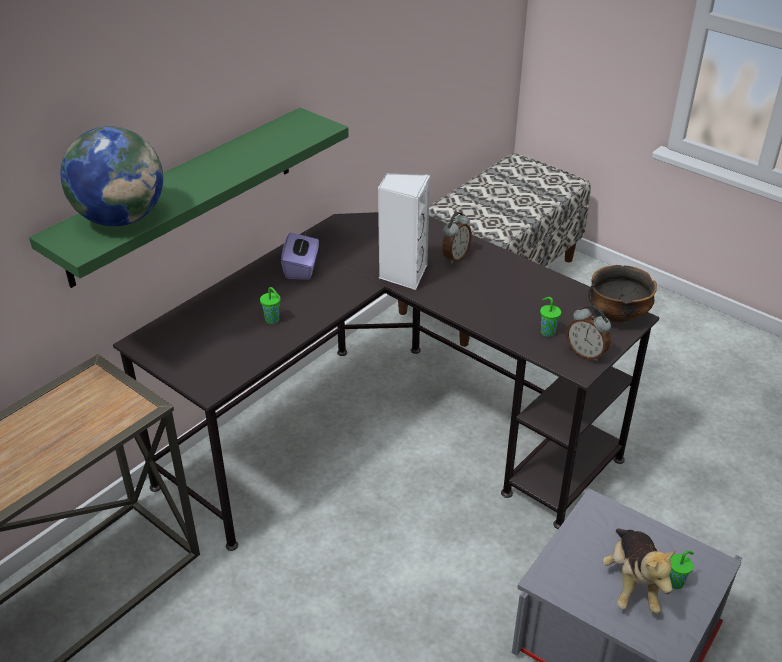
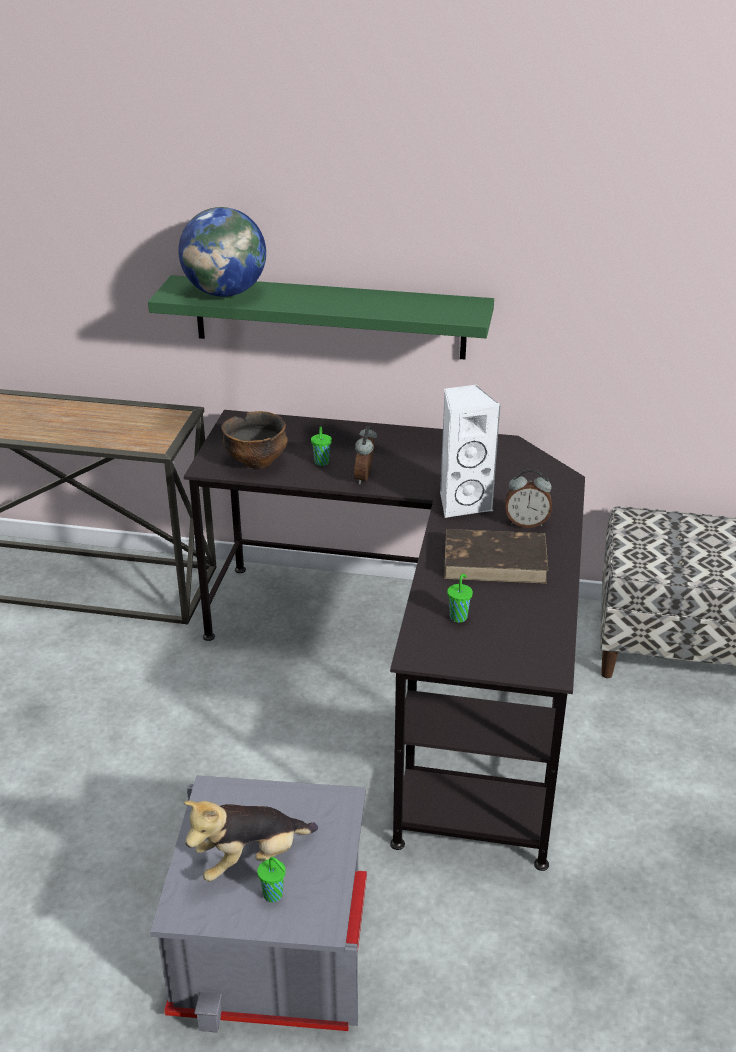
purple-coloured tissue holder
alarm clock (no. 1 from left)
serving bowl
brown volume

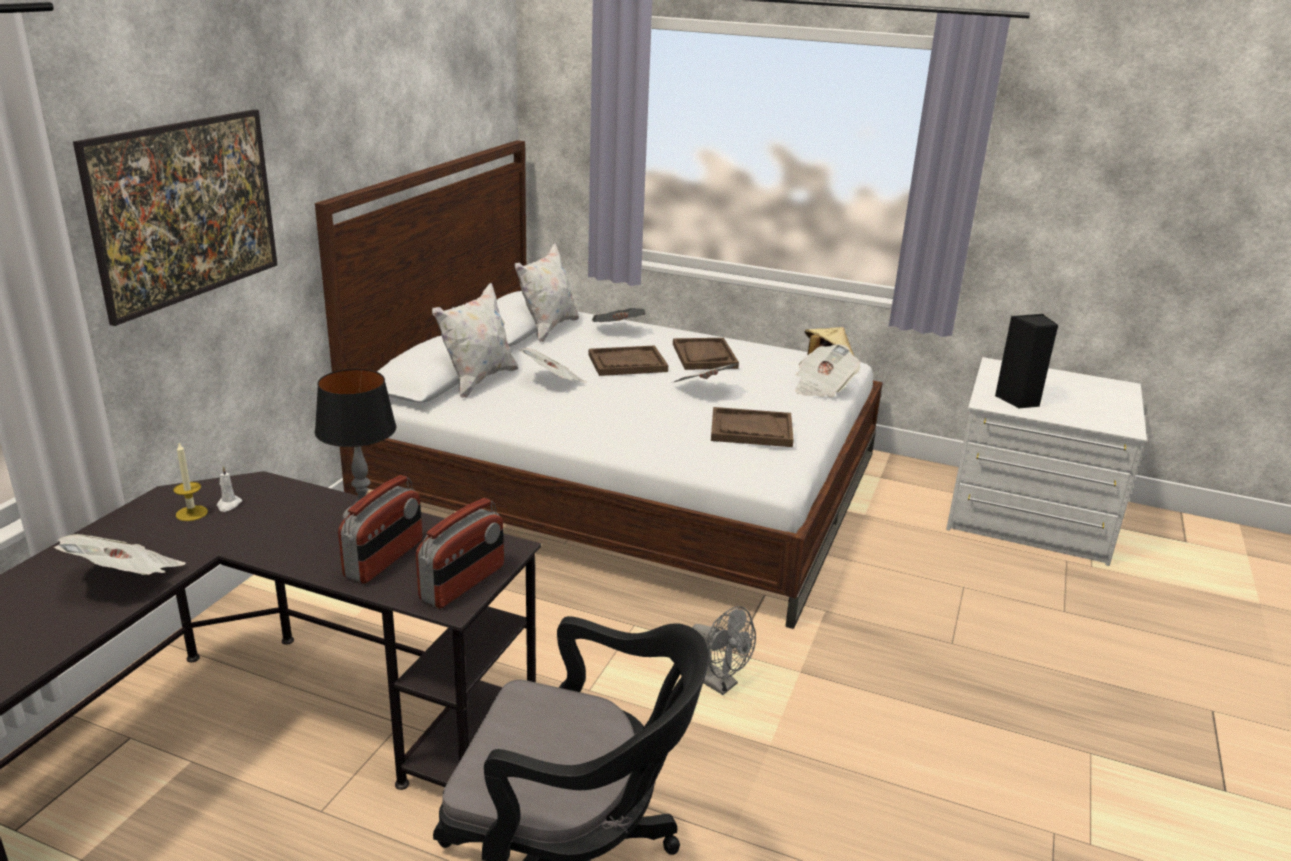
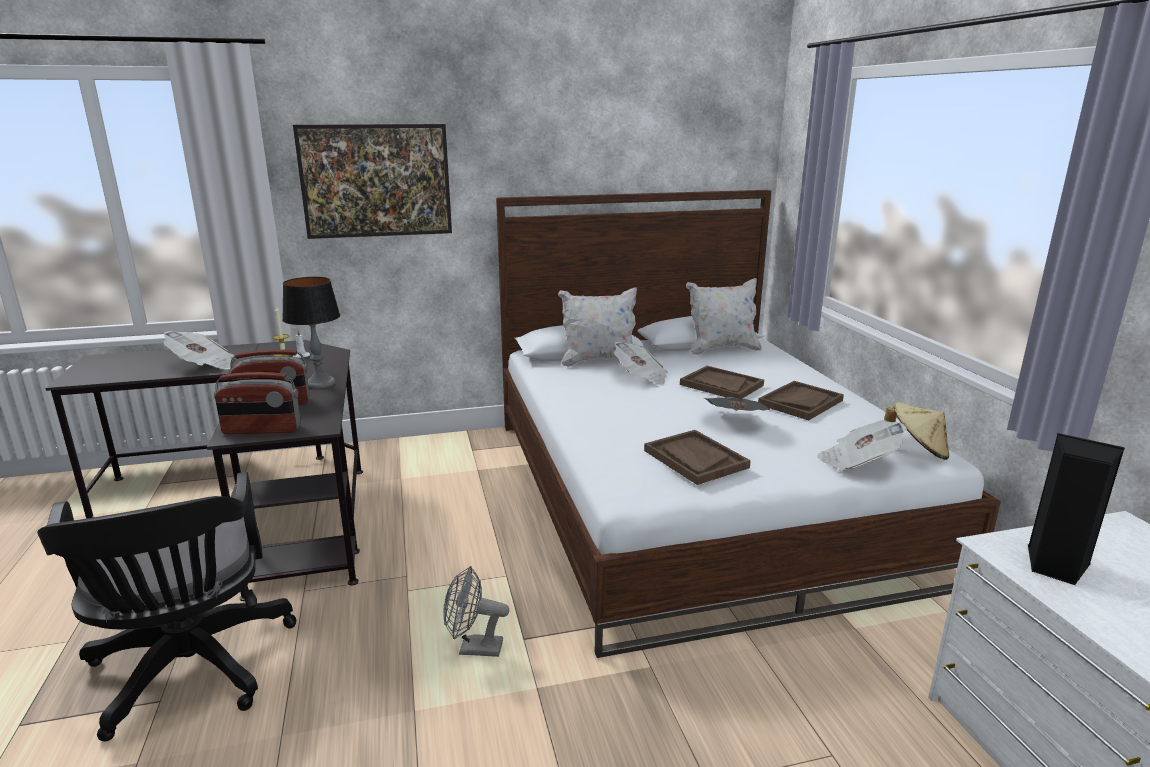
daily paper (no. 3 from left in the first image)
grey cooling fan

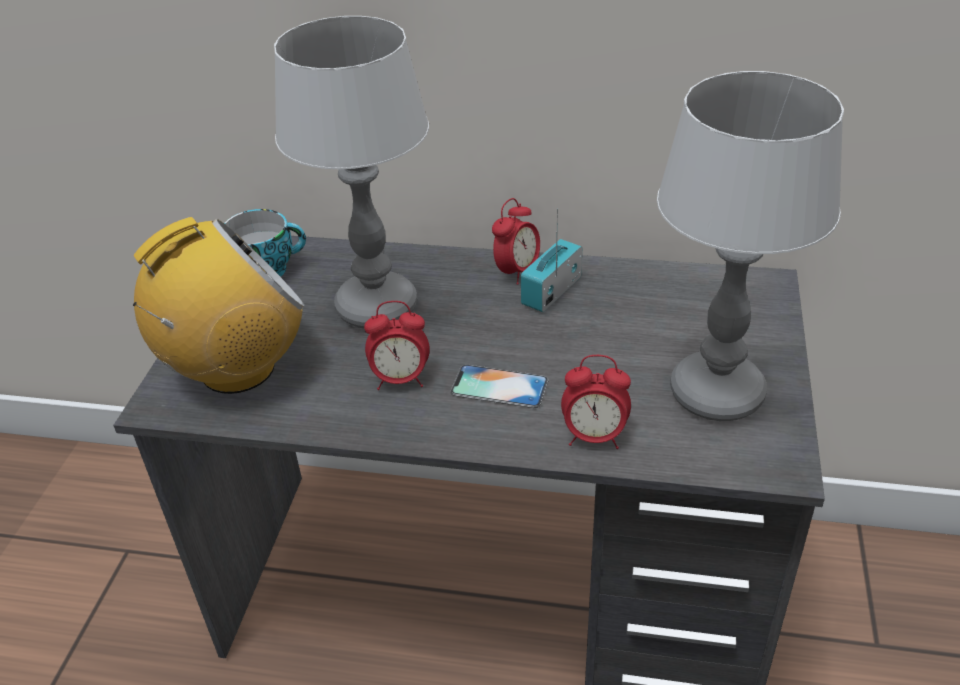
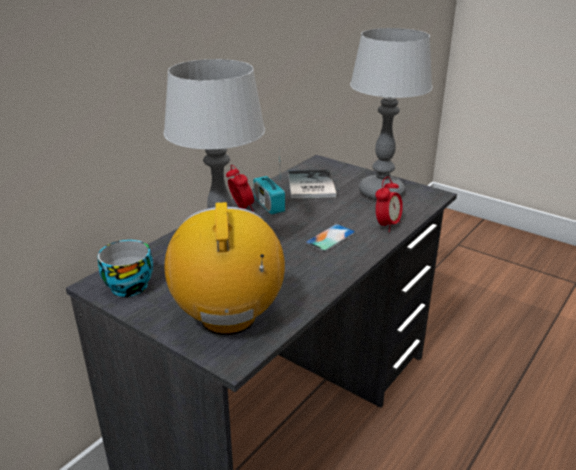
alarm clock (no. 1 from left in the first image)
volume

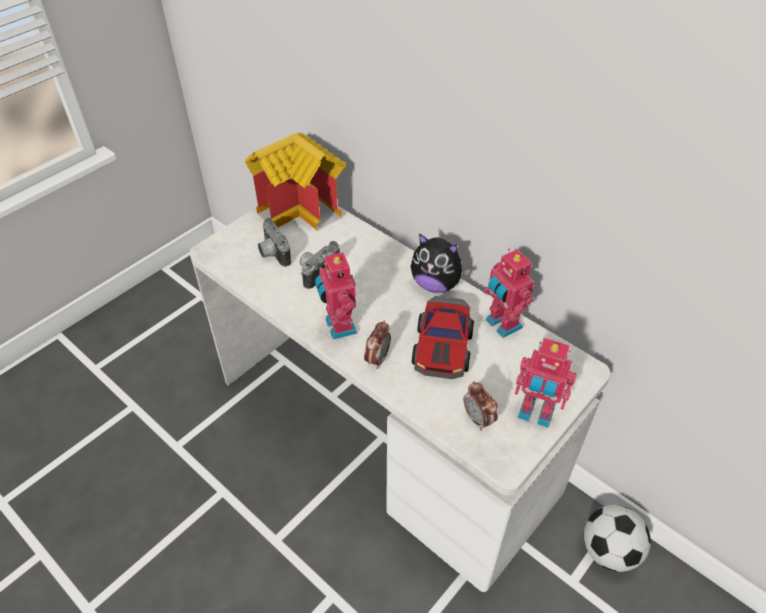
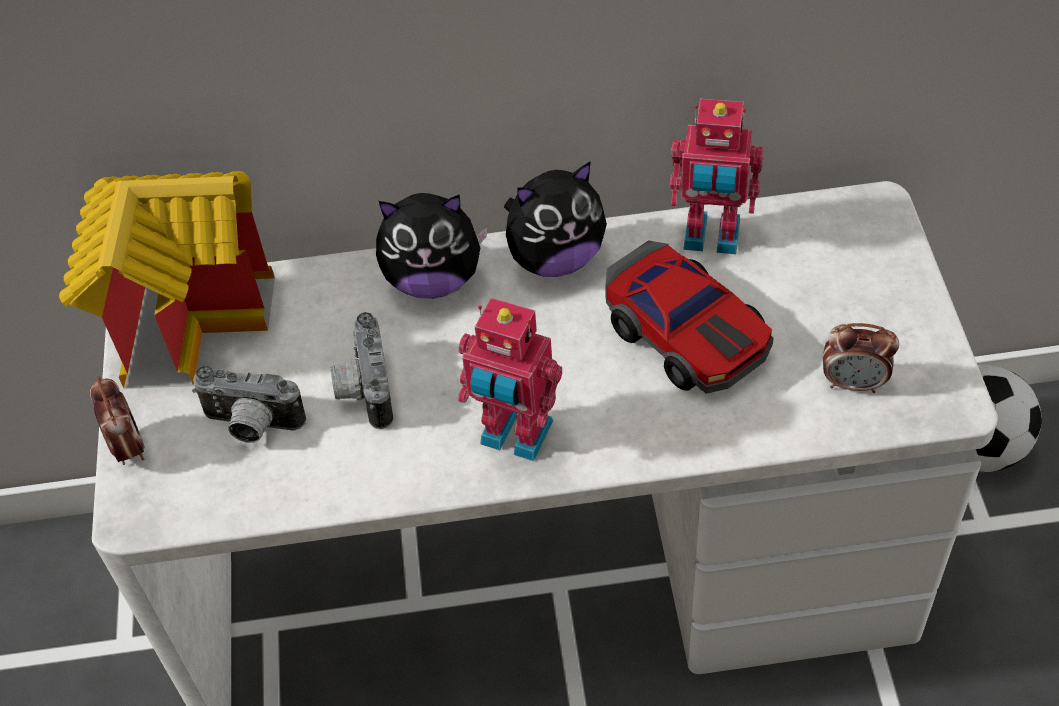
alarm clock (no. 1 from left)
model robot (no. 3 from left in the first image)
plush toy (no. 1 from left)

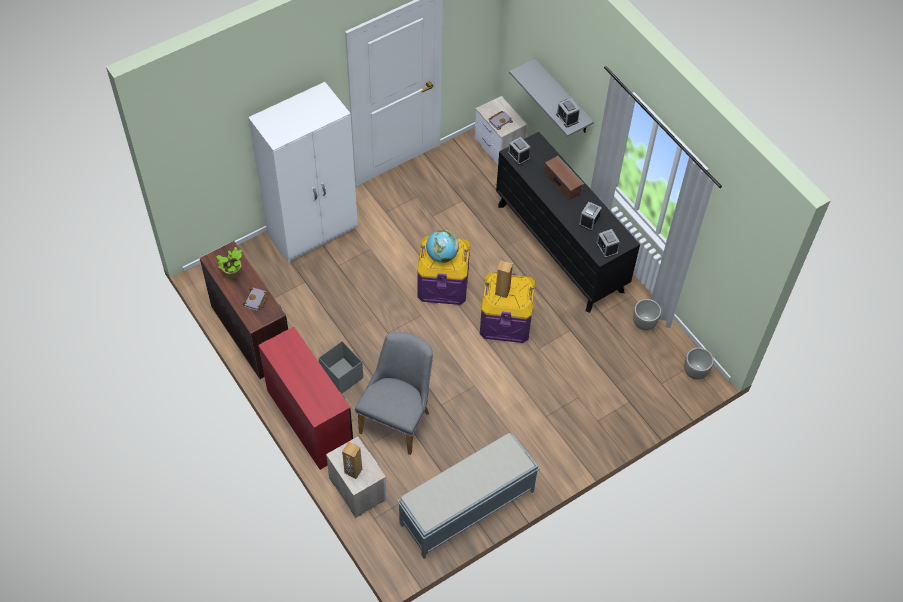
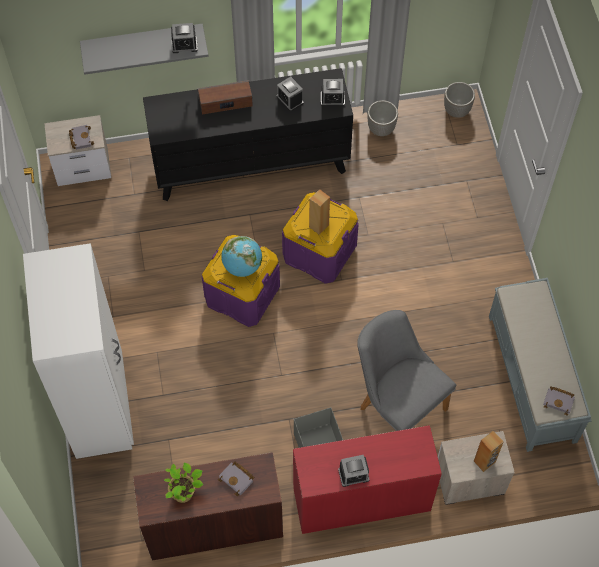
alarm clock (no. 4 from left)
grey volume (no. 3 from left)

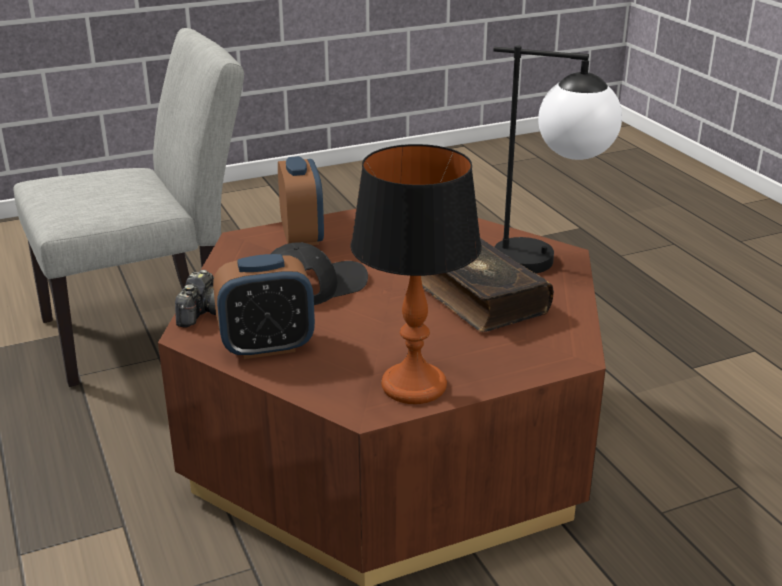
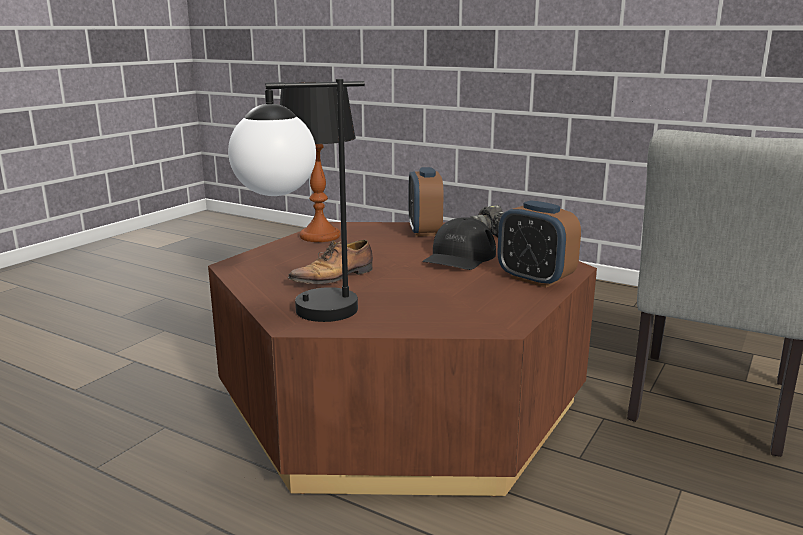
alarm clock (no. 1 from left)
item of footwear

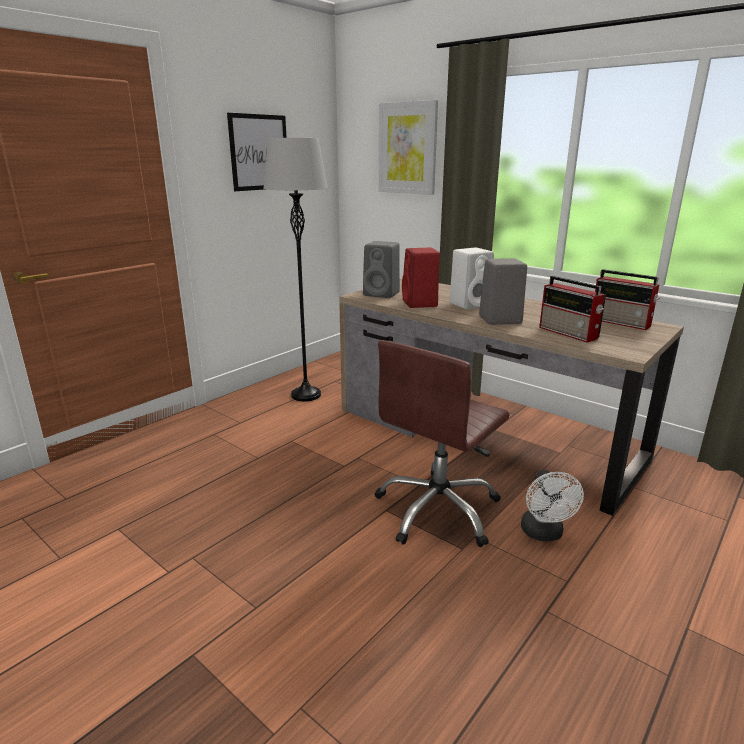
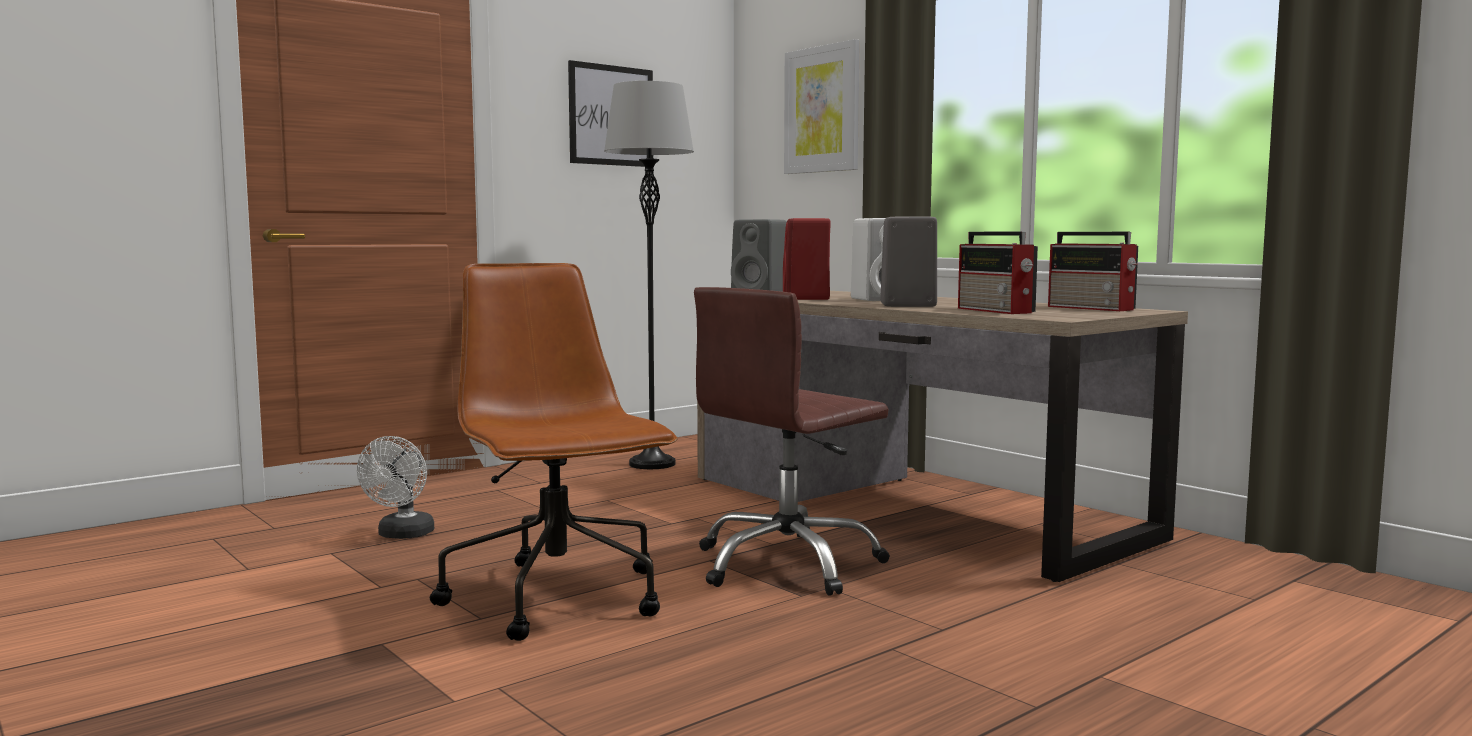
white-coloured cooling fan
brown computer chair (no. 1 from left)

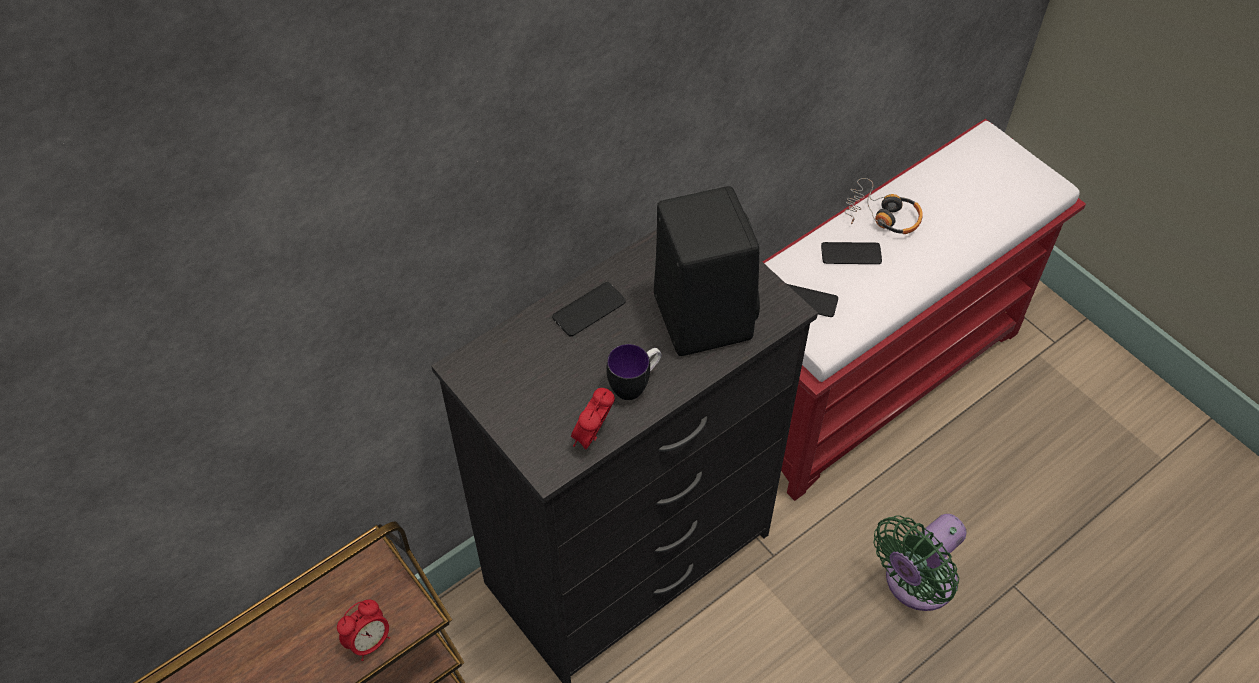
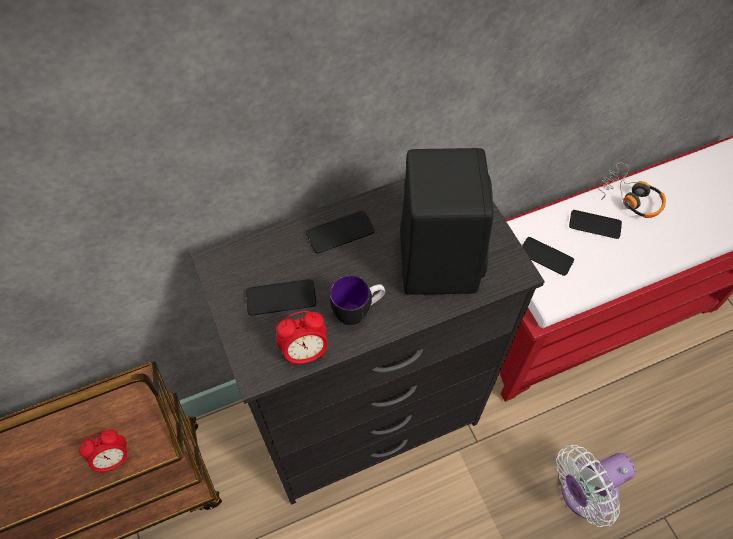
alarm clock (no. 2 from left)
white-coloured cooling fan
telephone (no. 1 from left)

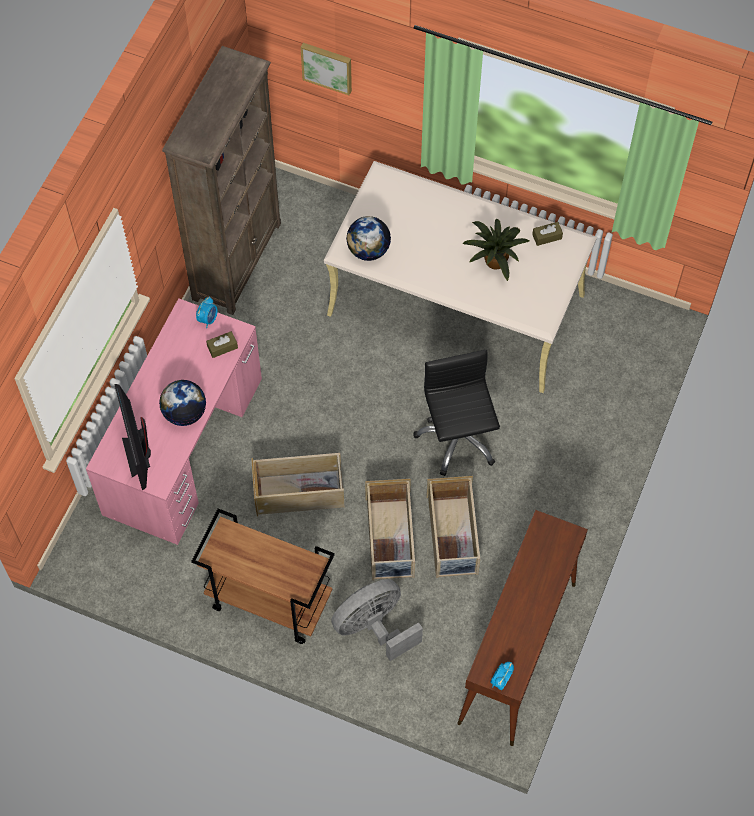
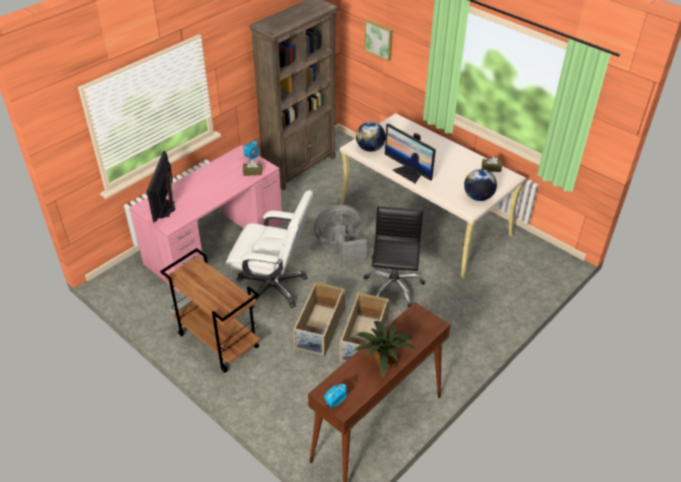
globe (no. 2 from left)
white-coloured computer chair
grey cooling fan
houseplant
computer display (no. 2 from left)

